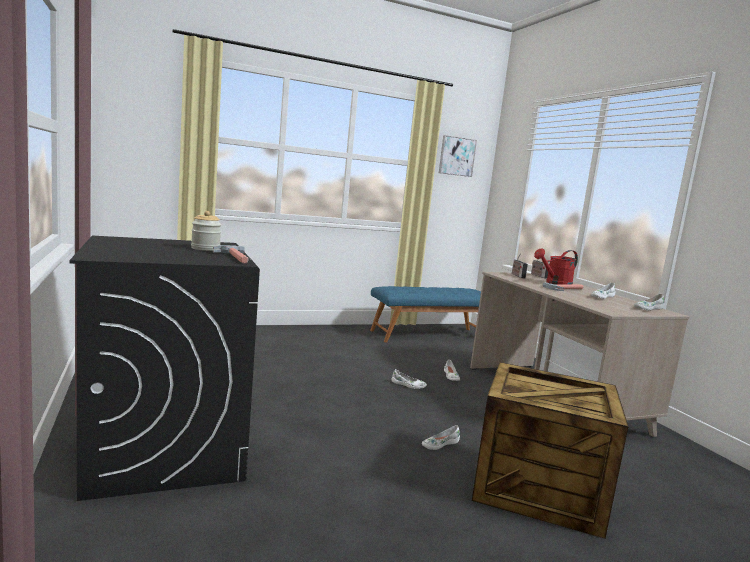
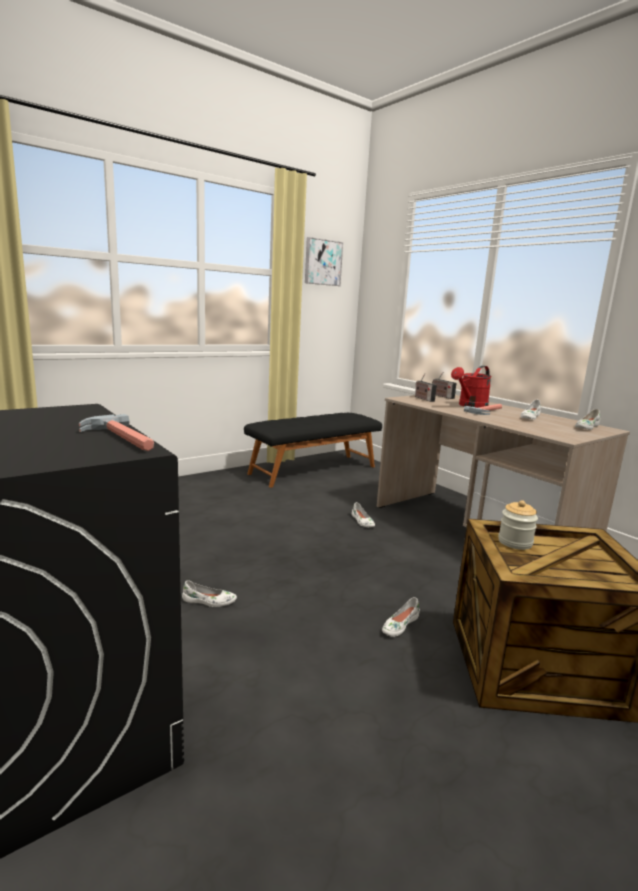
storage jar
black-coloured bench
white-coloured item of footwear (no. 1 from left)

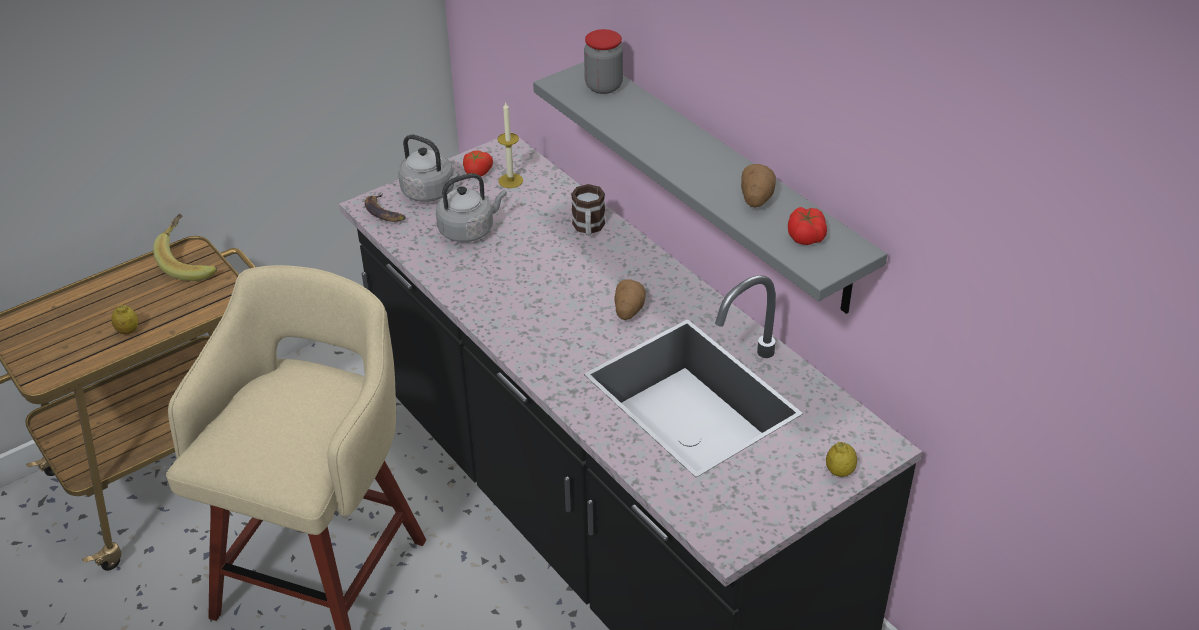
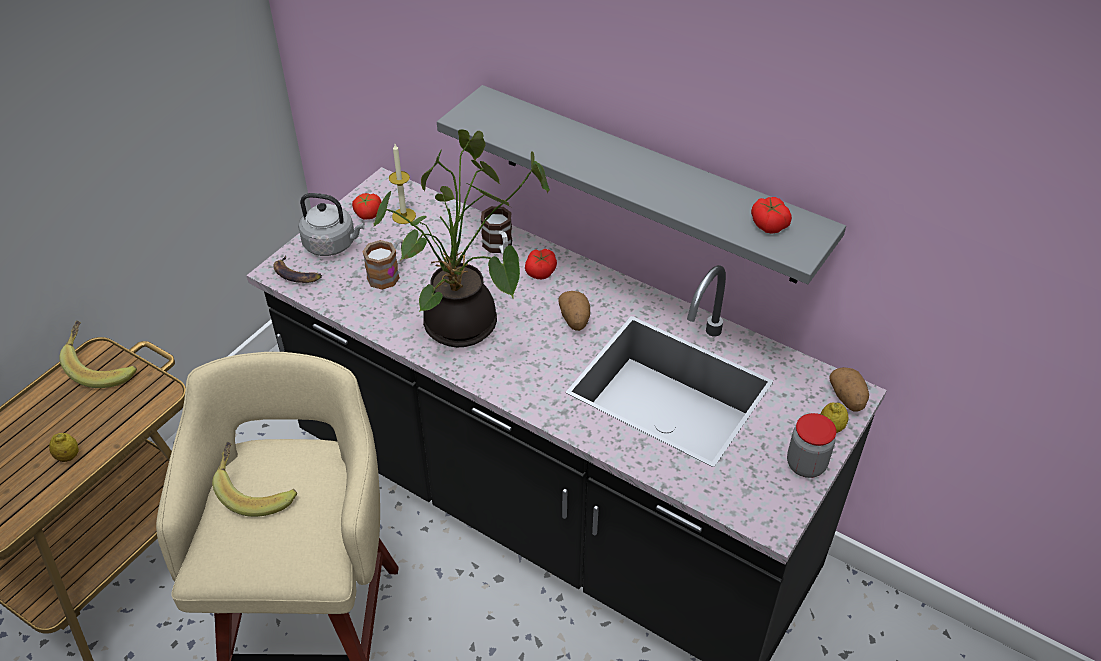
mug (no. 1 from left)
storage jar
potato (no. 2 from left)
whole banana (no. 2 from left)
houseplant
fresh tomato (no. 2 from left)

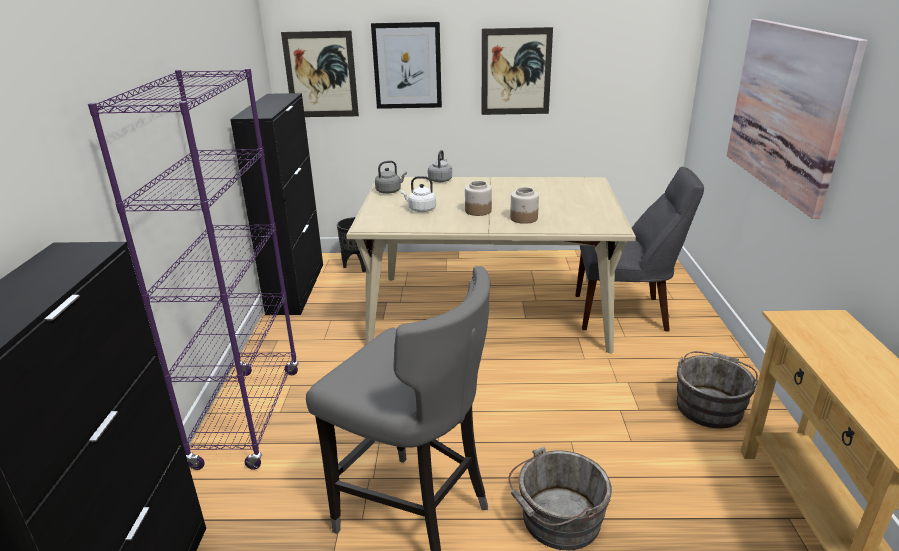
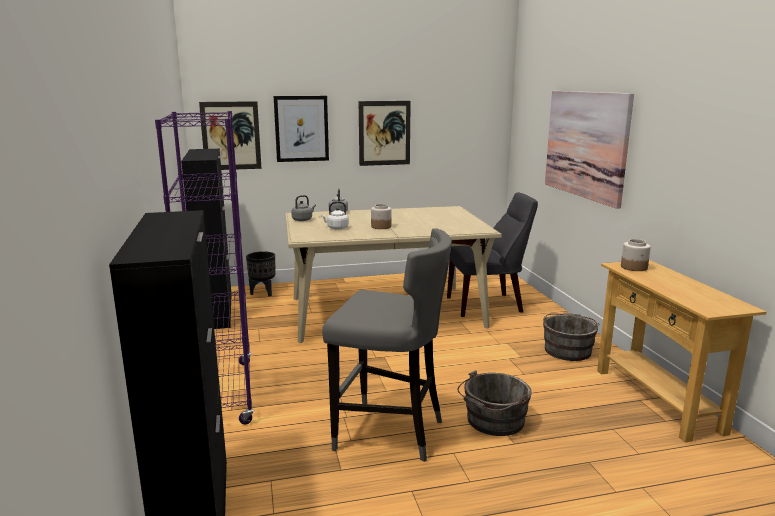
storage jar (no. 2 from left)

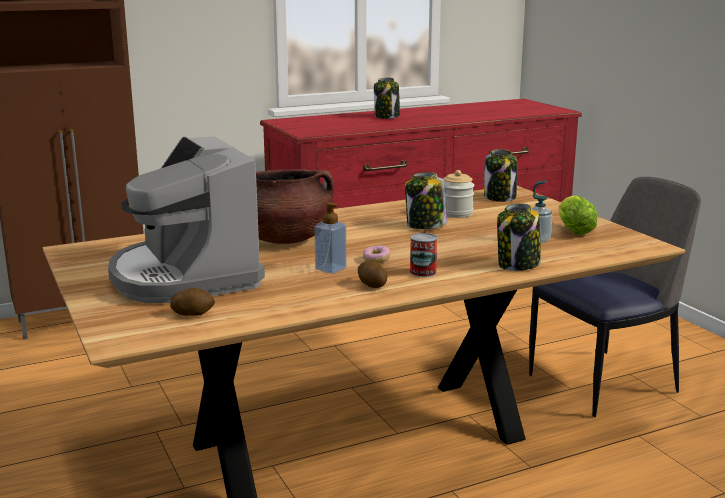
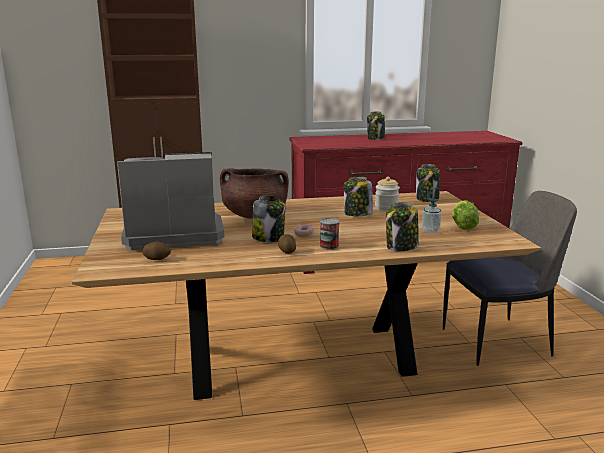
coffee brewer
storage jar (no. 1 from left)

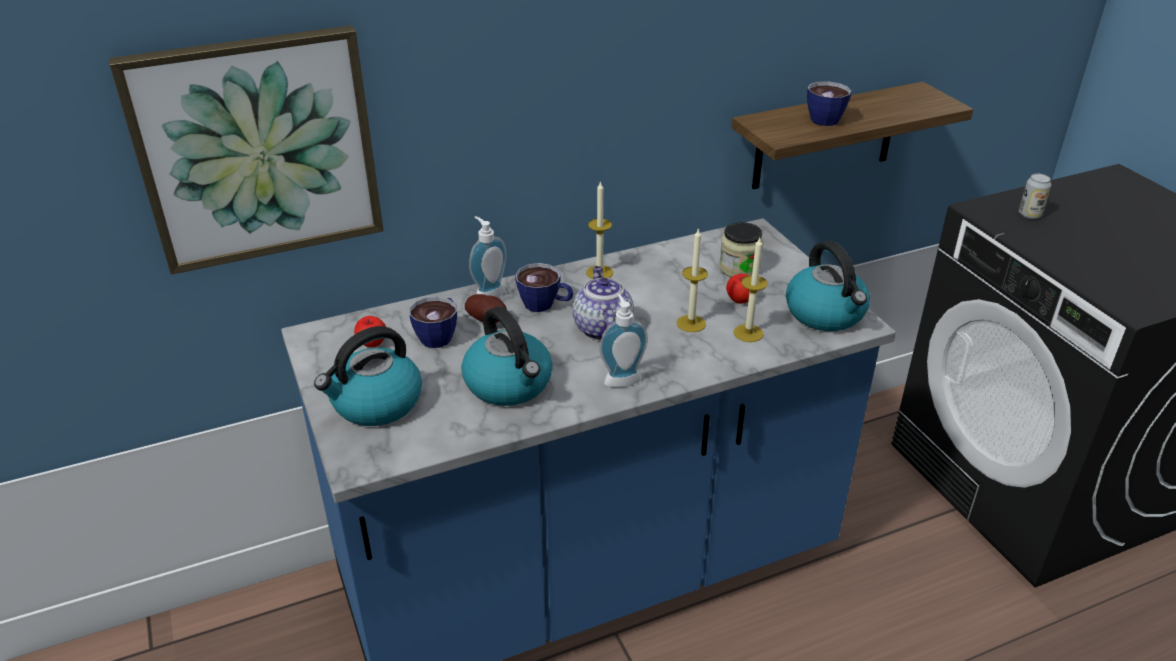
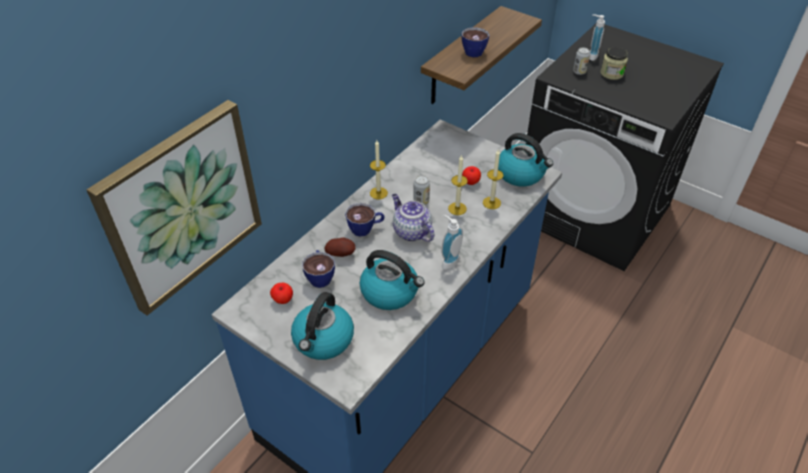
soap dispenser (no. 2 from left)
storage jar
sealed can (no. 1 from left)

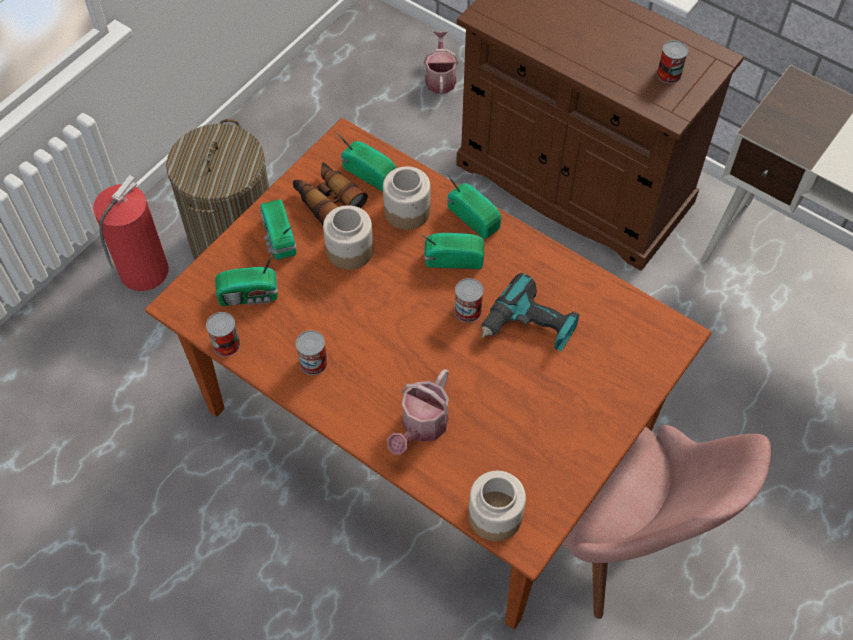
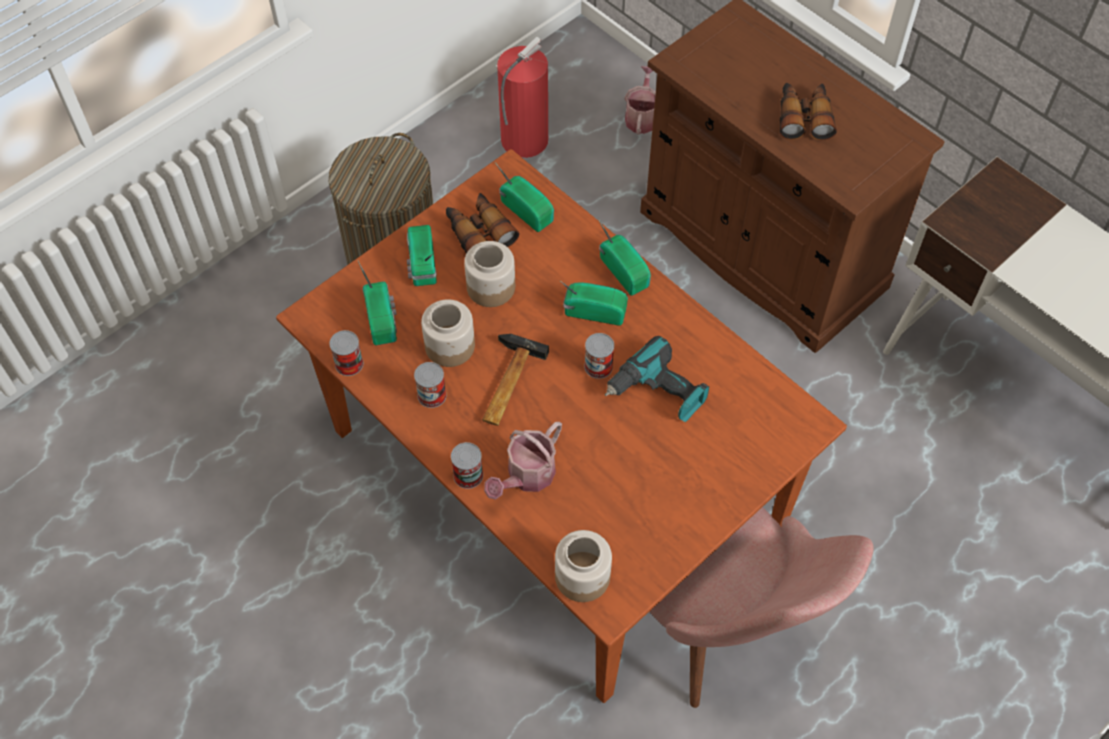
fire-fighting cylinder
radio (no. 1 from left)
storage jar (no. 1 from left)
sealed can (no. 3 from left)
hammer
binoculars (no. 2 from left)

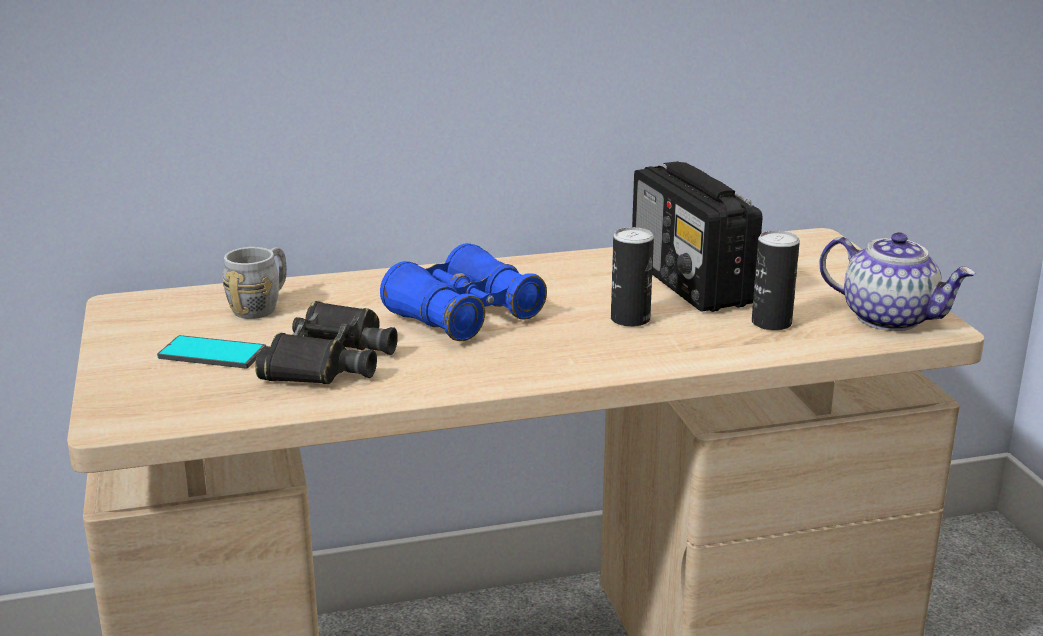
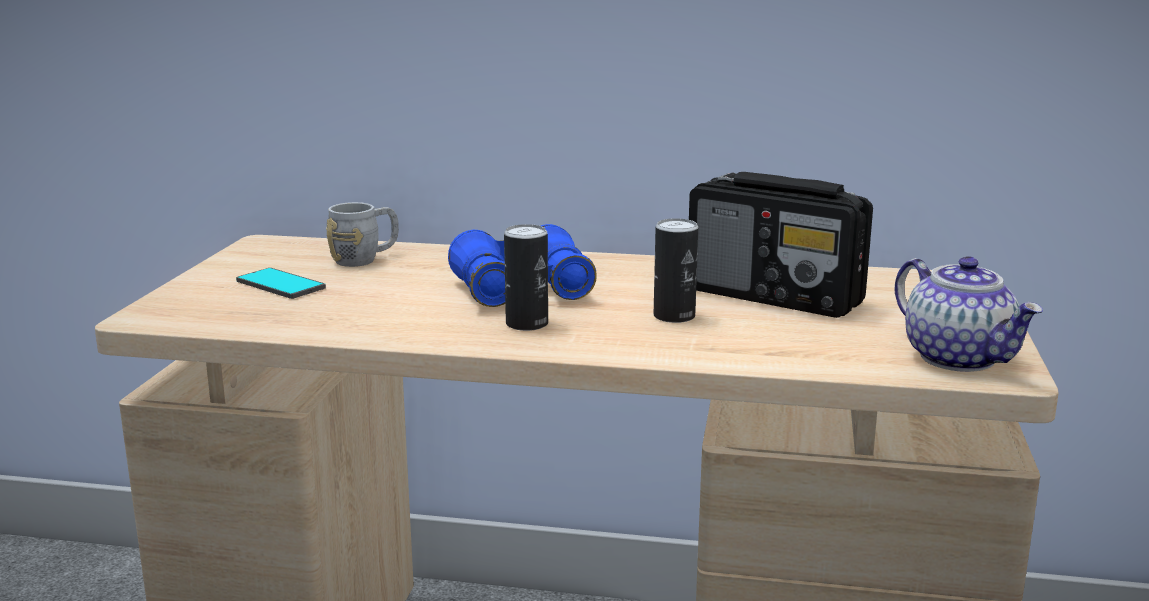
black-coloured binoculars
radio
sealed can (no. 1 from left)

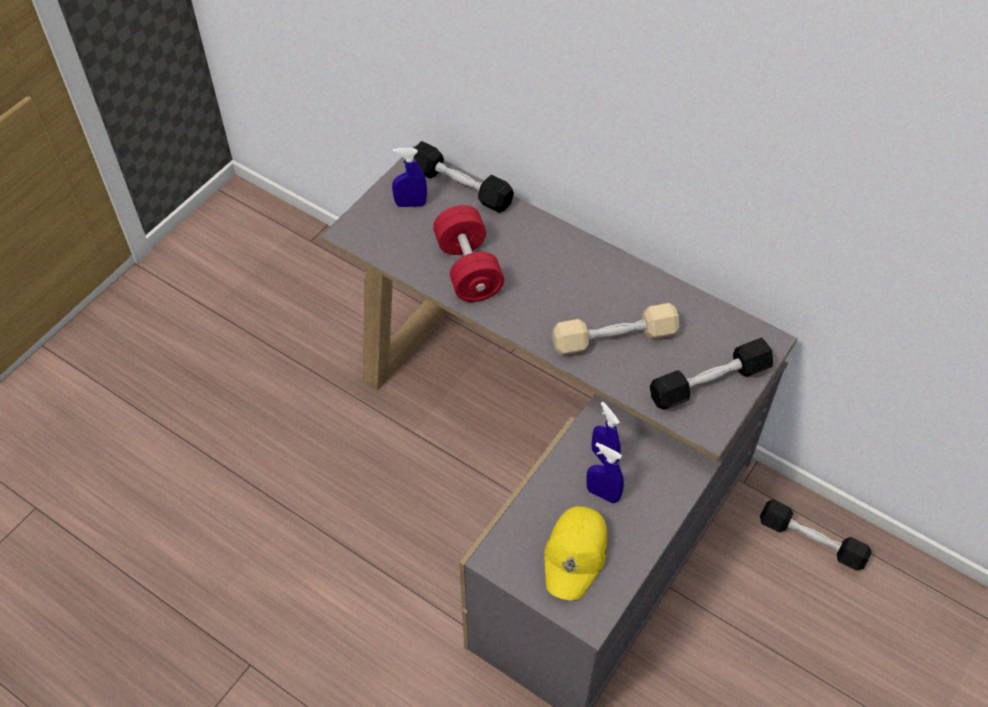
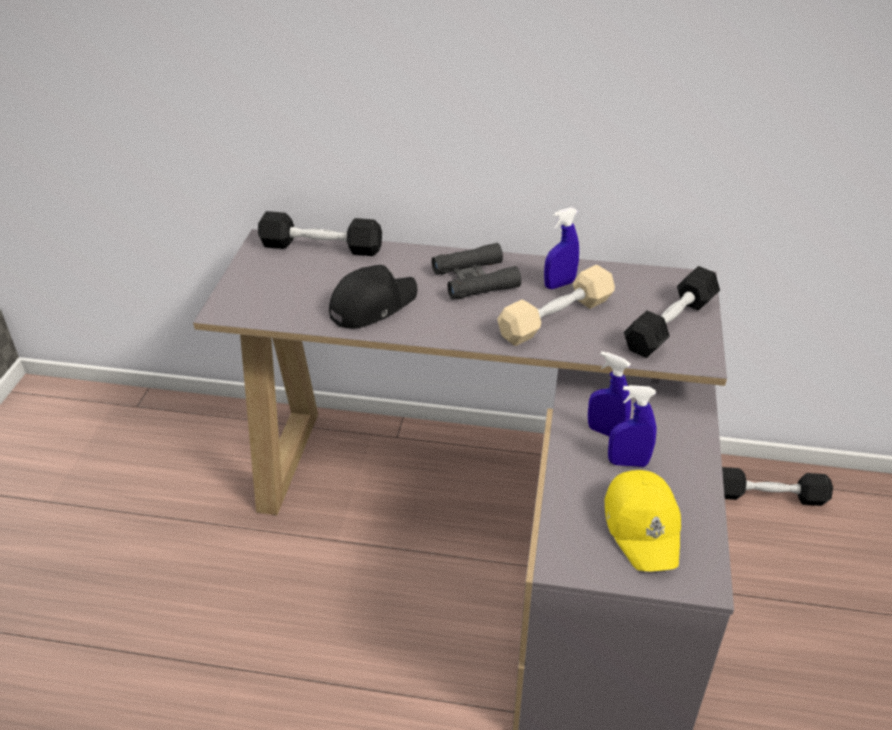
blue-coloured hand sprayer (no. 1 from left)
black-coloured baseball cap
black-coloured binoculars

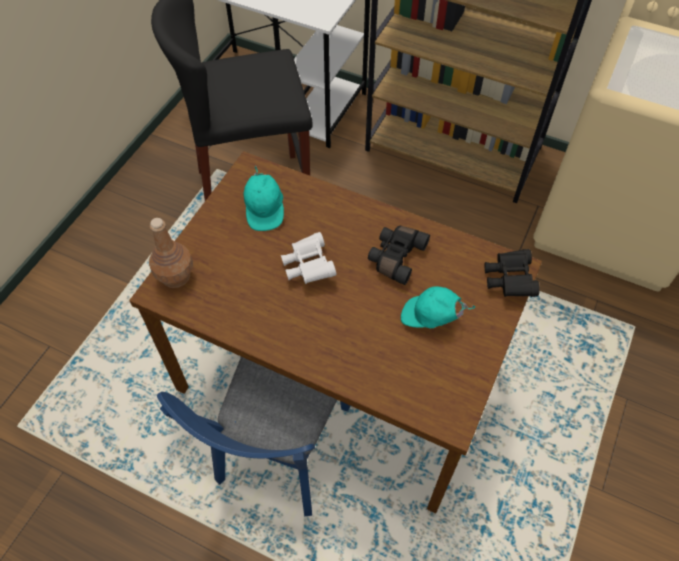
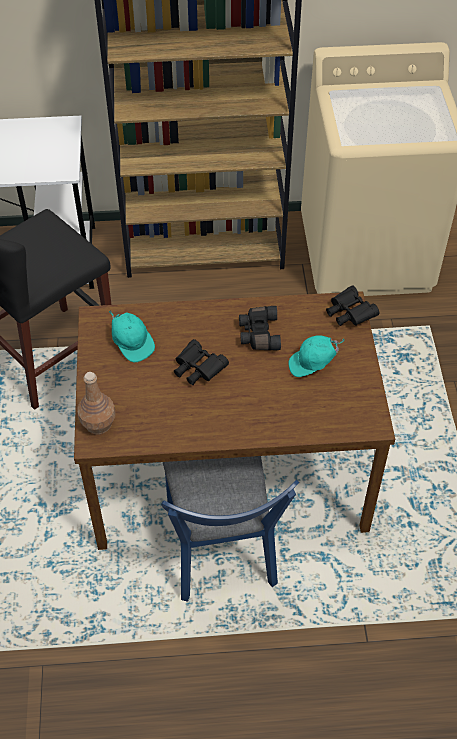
black-coloured binoculars (no. 1 from left)

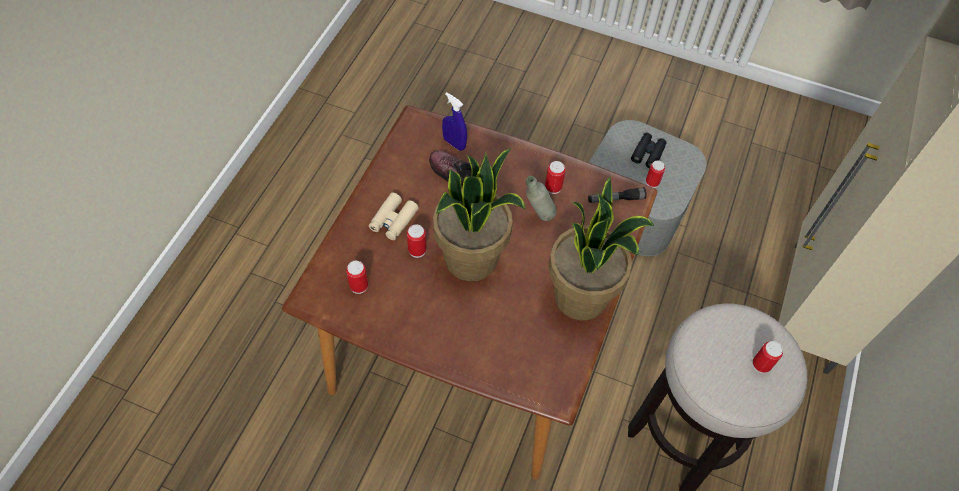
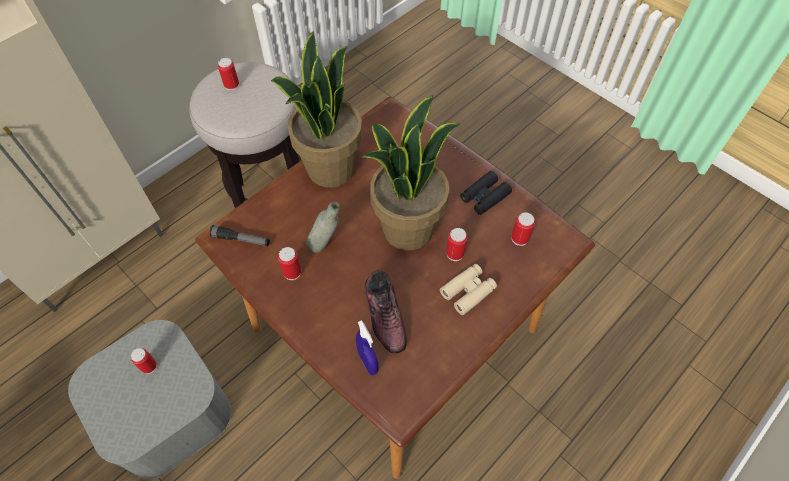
black-coloured binoculars

